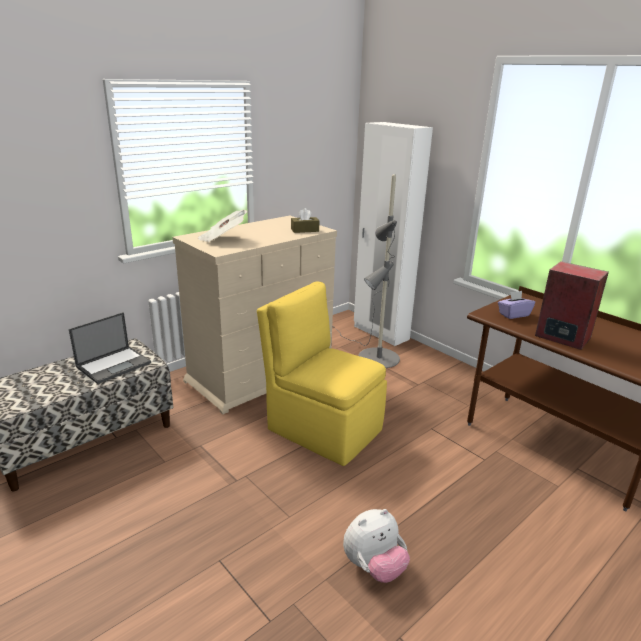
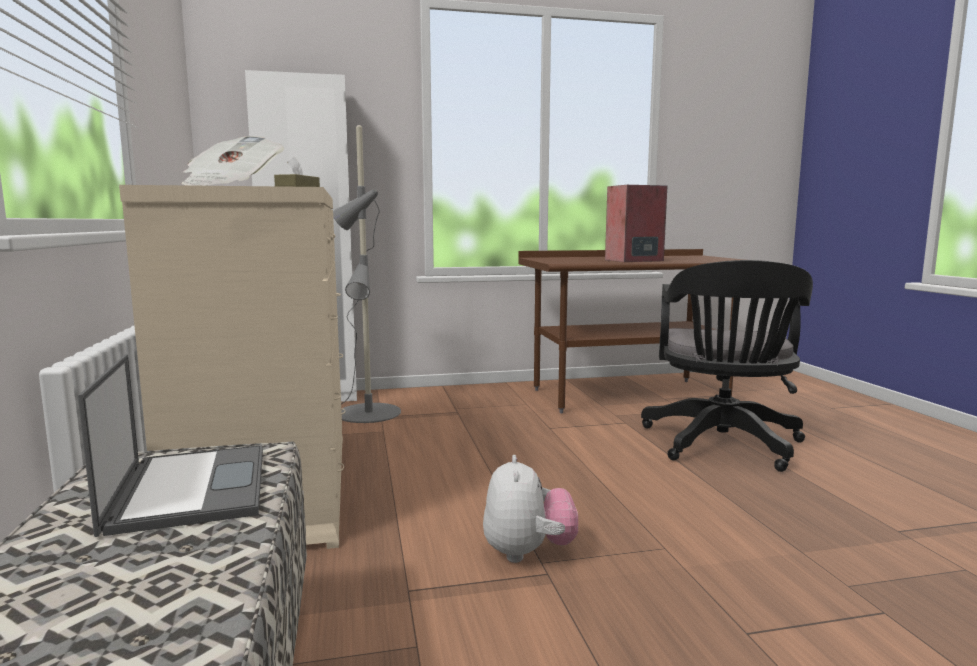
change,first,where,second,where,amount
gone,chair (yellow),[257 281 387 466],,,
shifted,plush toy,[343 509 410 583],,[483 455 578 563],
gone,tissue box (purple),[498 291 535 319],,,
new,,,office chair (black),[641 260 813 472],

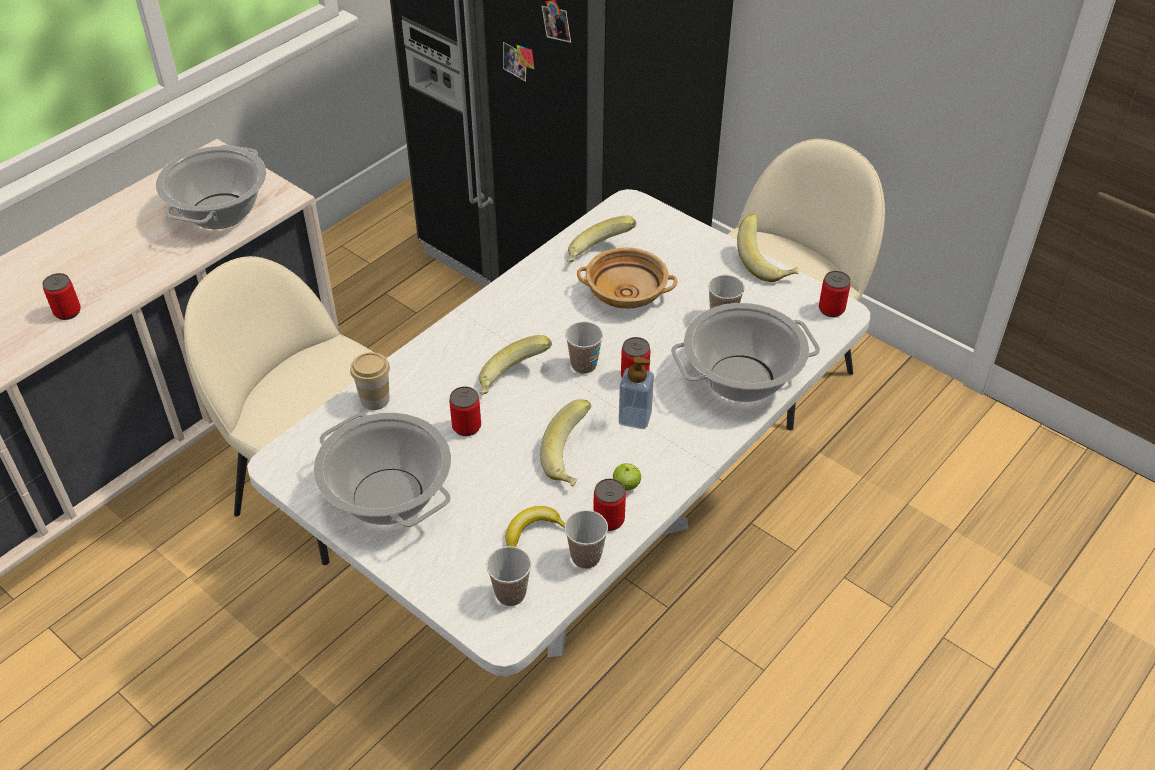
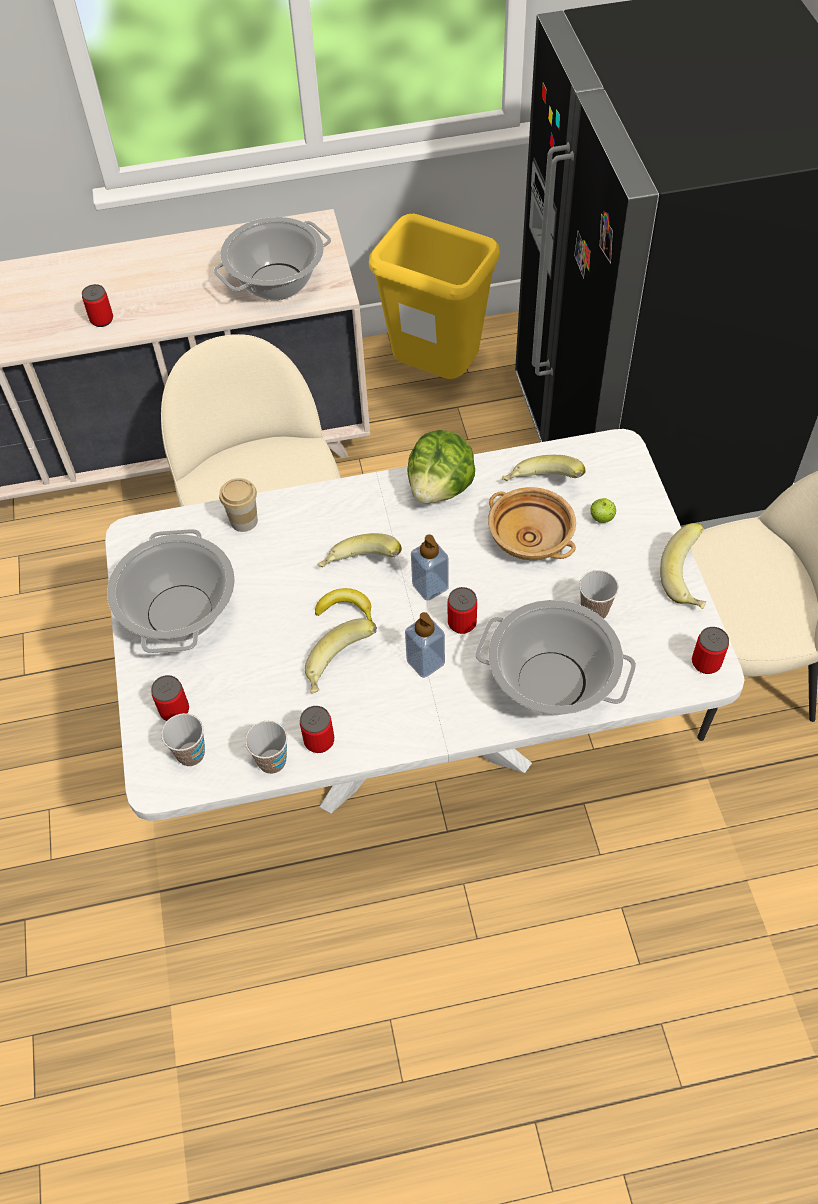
change,first,where,second,where,amount
shifted,can,[449 386 481 436],,[151 675 189 721],
shifted,banana,[505 506 565 547],,[315 588 372 621],
swapped,cup,[565 322 603 374],soap dispenser,[411 534 449 601],
shifted,apple,[613 463 641 491],,[590 498 616 523],
new,,,trash can (yellow),[369 214 500 379],
new,,,lettuce,[408 430 475 504],

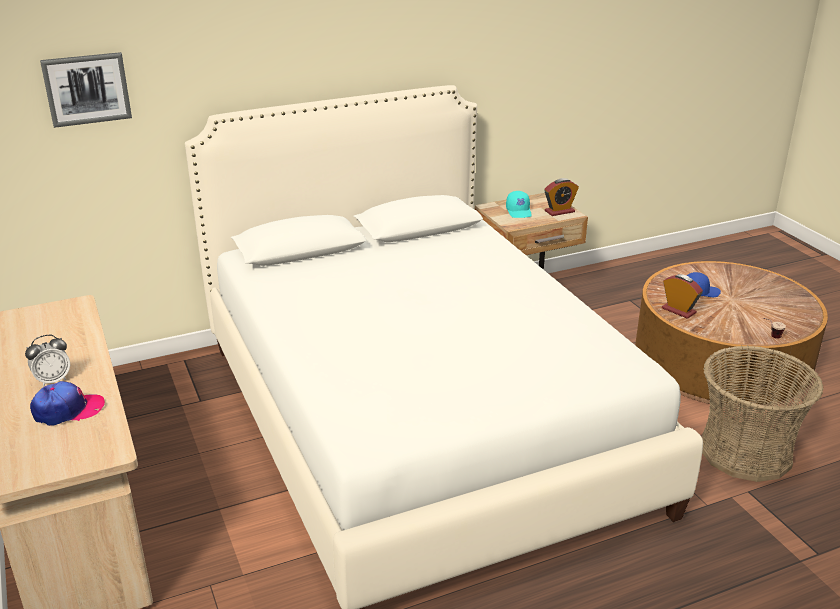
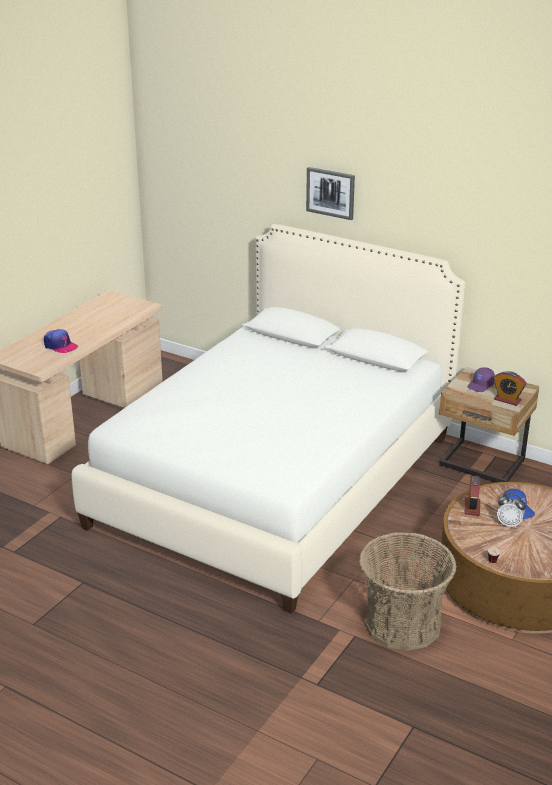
change,first,where,second,where,amount
shifted,alarm clock,[25 335 70 387],,[497 494 526 528],
shifted,picture,[40 52 132 128],,[306 167 355 220],
repainted,cap (turquoise),[506 191 532 218],cap (purple),[467 367 495 392],

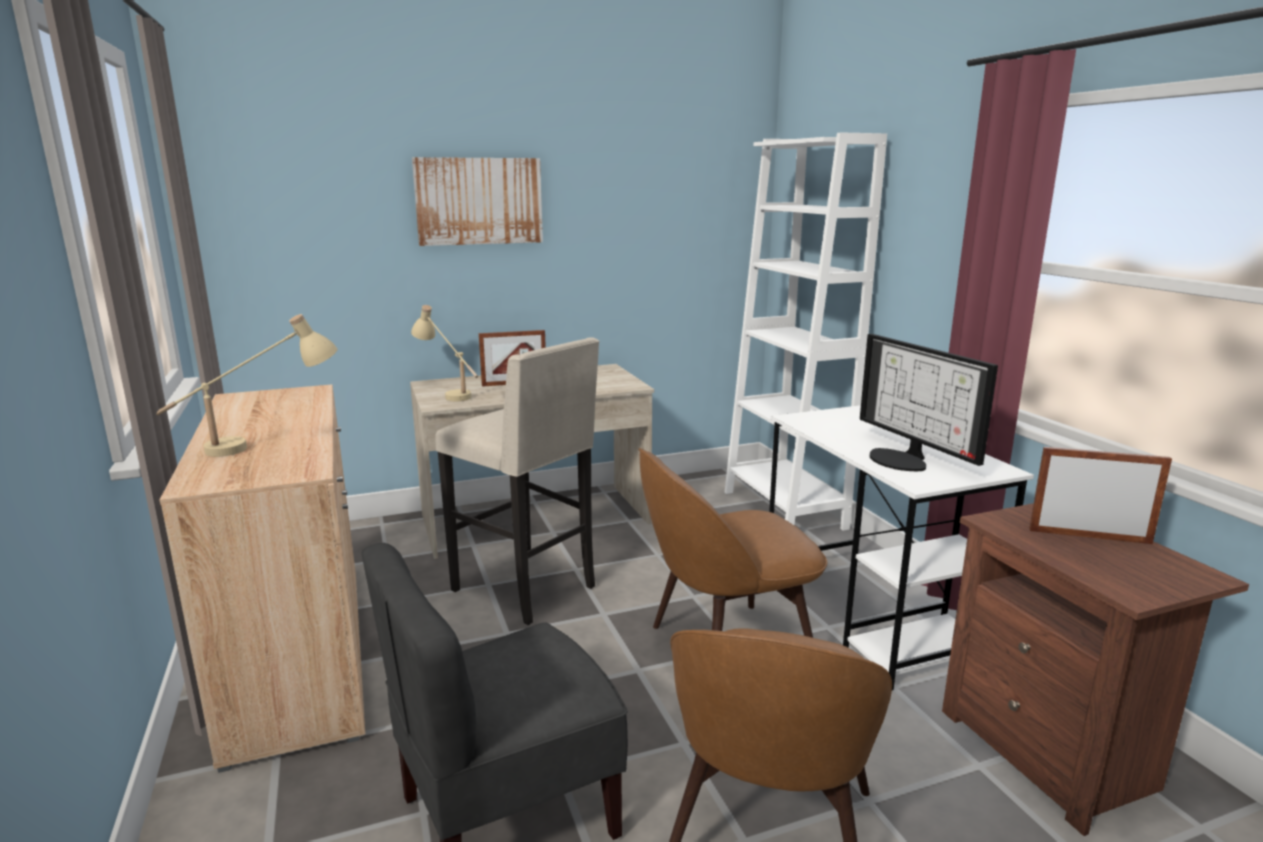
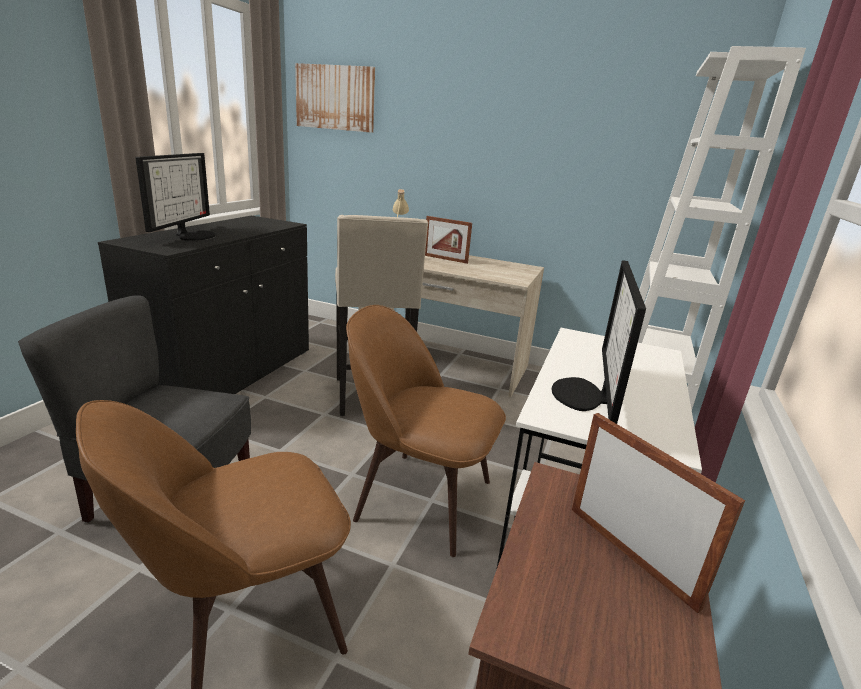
change,first,where,second,where,amount
swapped,table lamp (beige),[156 314 338 457],monitor,[135 153 216 240],
repainted,cabinet (beige),[159 384 365 773],cabinet (black),[98 216 309 394],
shifted,picture,[412 157 543 246],,[295 63 375 133],

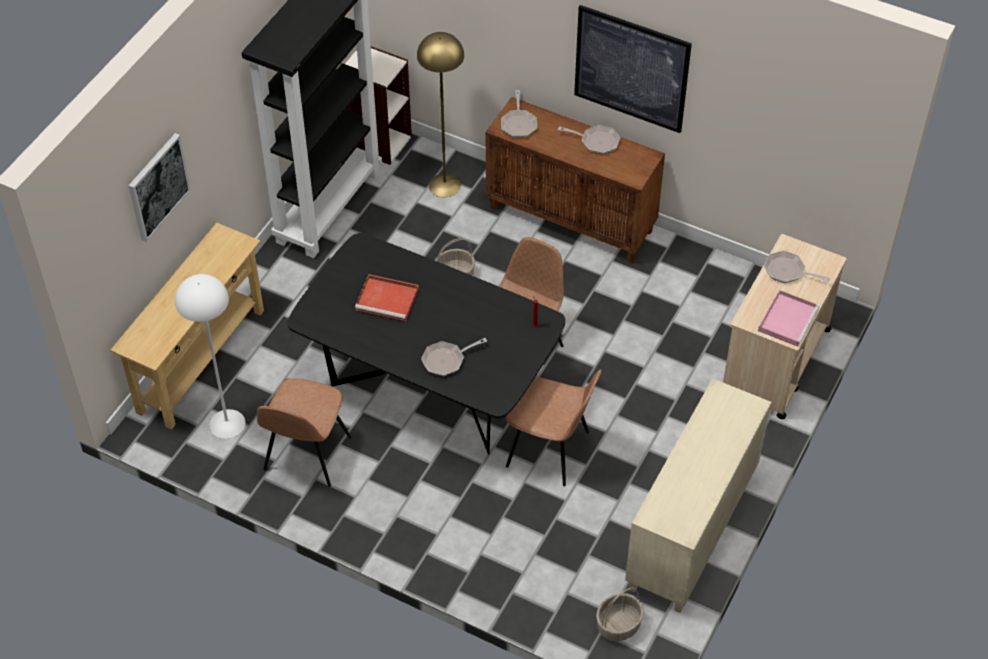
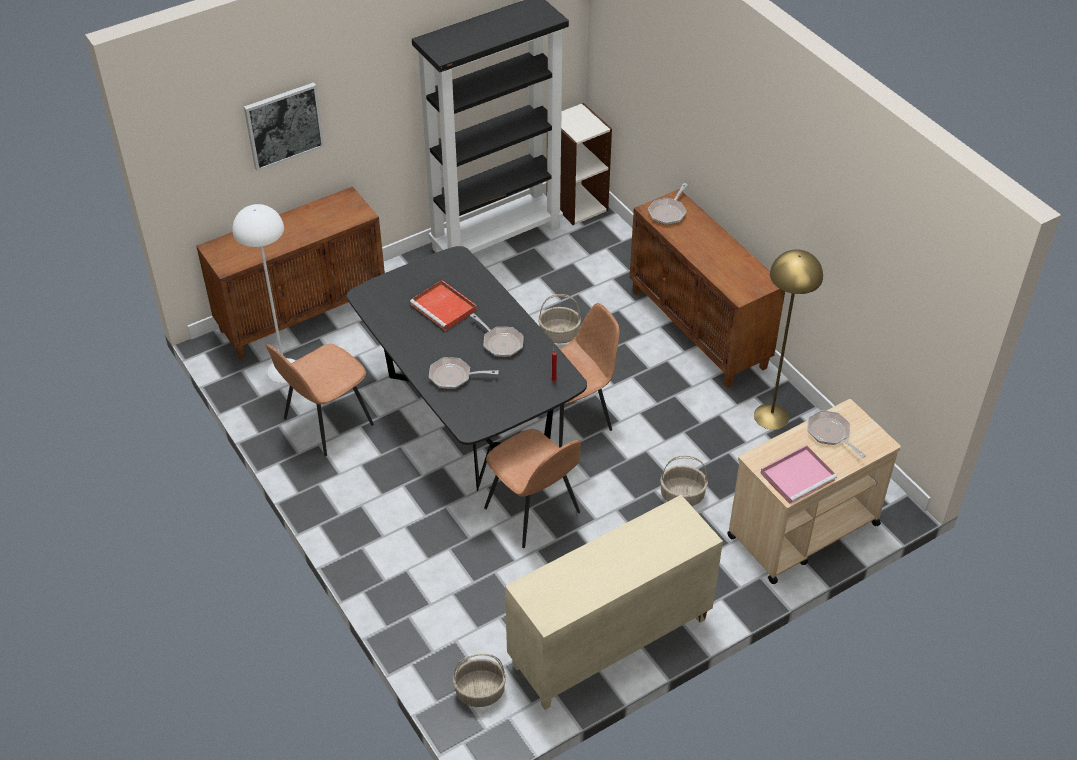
change,first,where,second,where,amount
swapped,console table (beige),[110 223 264 430],cabinet (brown),[196 186 385 359],
shifted,floor lamp (yellow),[417 32 464 197],,[754 249 823 430],
shifted,frying pan,[558 125 620 154],,[470 313 523 357],
gone,picture,[574 5 692 133],,,
new,,,basket,[660 456 708 506],

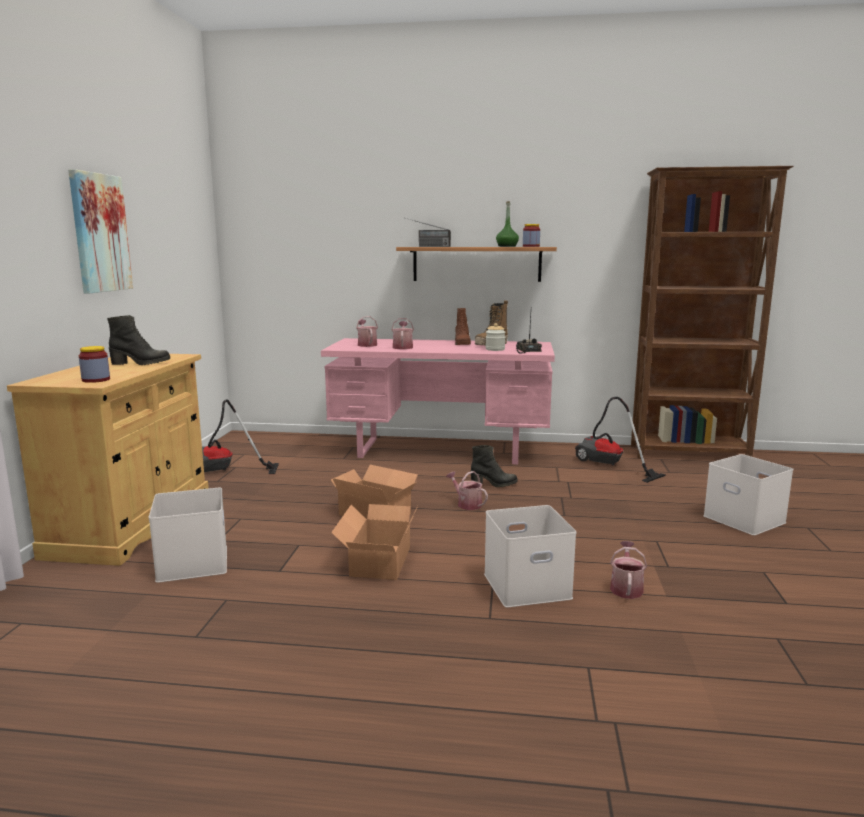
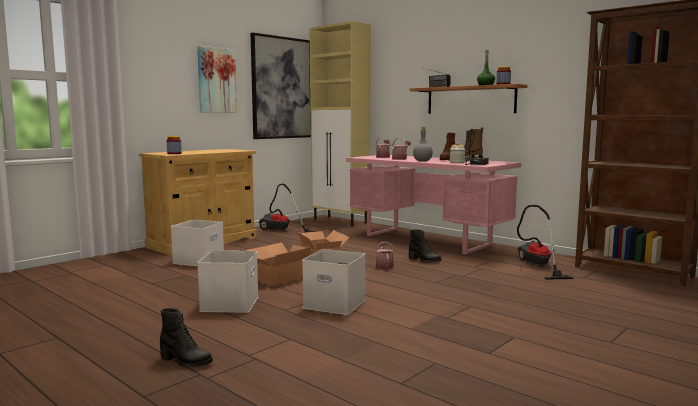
change,first,where,second,where,amount
shifted,boot (black),[107 315 170 365],,[160 308 213 368],
gone,watering can,[610 541 647 599],,,
shifted,storage box (white),[703 454 793 535],,[197 250 259 313],
new,,,picture,[251 33 311 139],
new,,,cabinet (beige),[309 21 371 226],
new,,,bottle (grey),[413 127 433 162],

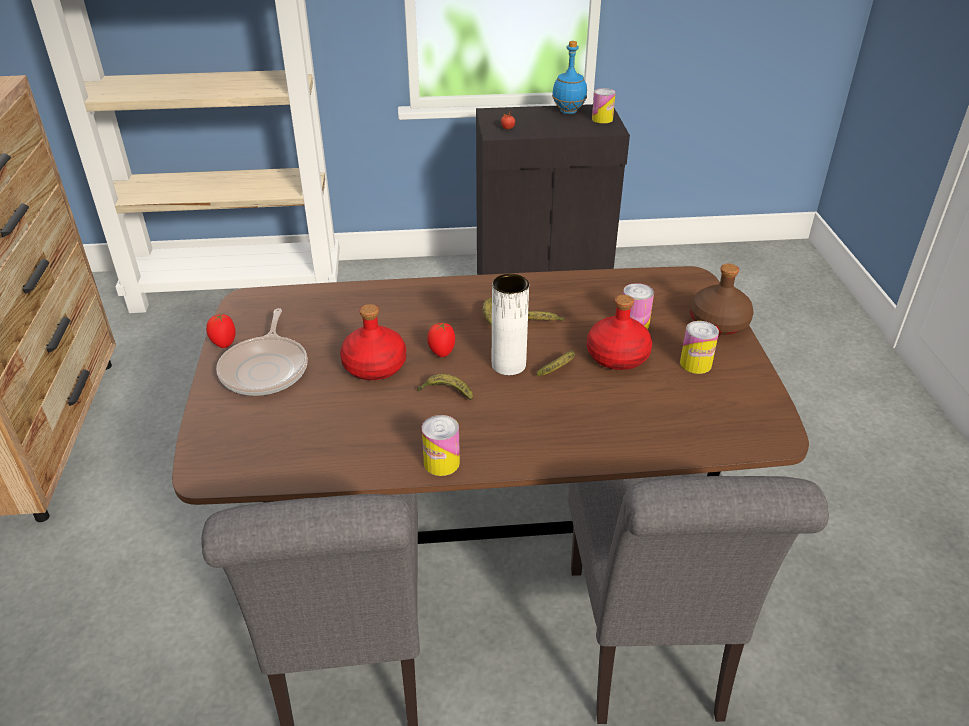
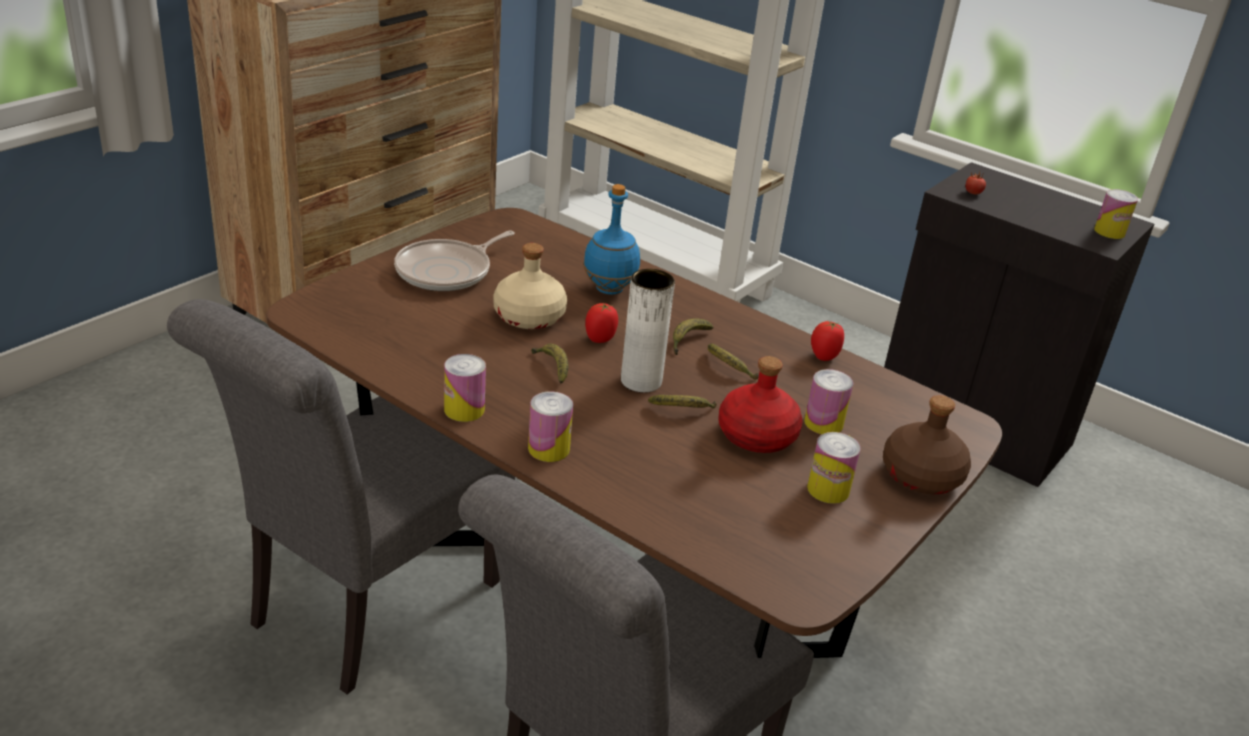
change,first,where,second,where,amount
shifted,tomato,[206 313 236 348],,[811 321 844 361],
repainted,bottle (red),[340 304 406 380],bottle (beige),[493 243 567 329],
shifted,bottle (blue),[552 41 587 114],,[583 184 640 295],
new,,,can,[528 391 573 462],

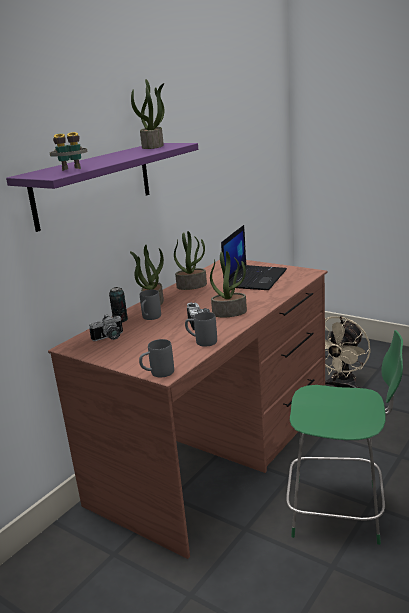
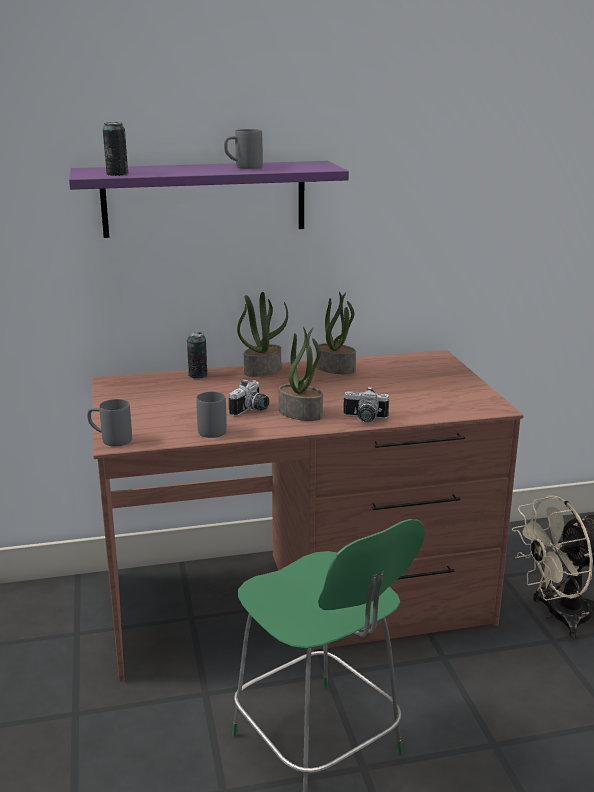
change,first,where,second,where,amount
swapped,binoculars,[49 132 87 171],can,[103 122 128 176],
shifted,photo camera,[89 315 123 341],,[343 386 389 422],
gone,potted plant,[131 79 164 149],,,
shifted,mug (grey),[140 290 161 320],,[224 129 263 169],
gone,laptop,[221 225 287 290],,,

